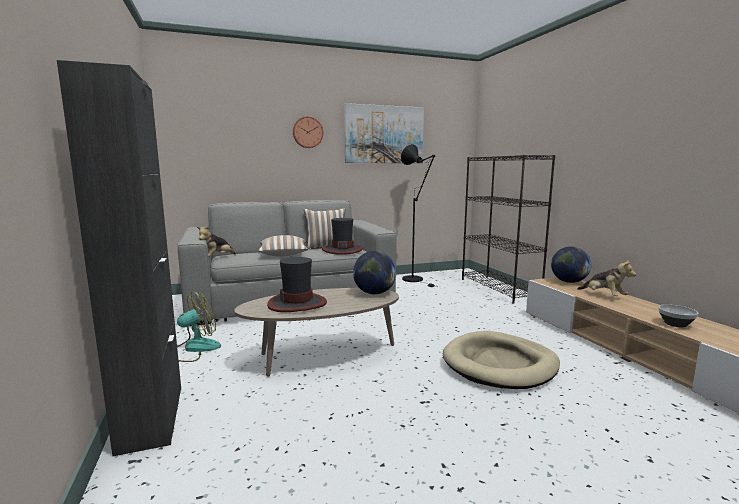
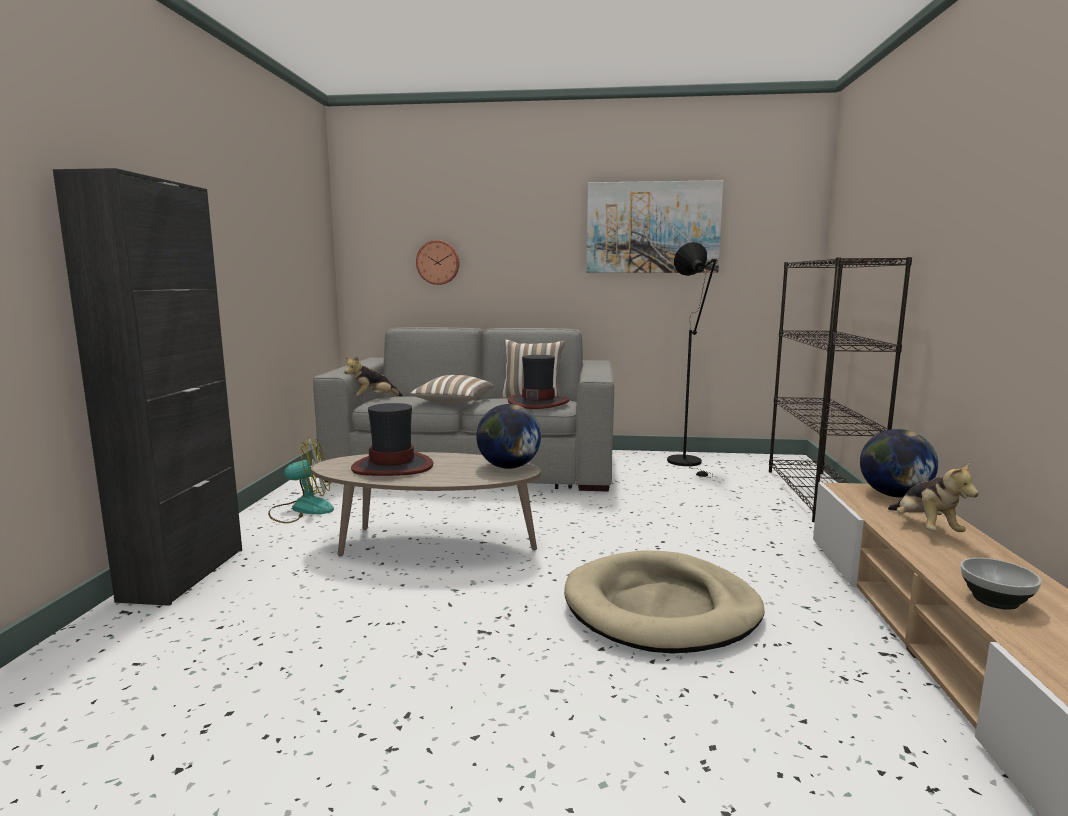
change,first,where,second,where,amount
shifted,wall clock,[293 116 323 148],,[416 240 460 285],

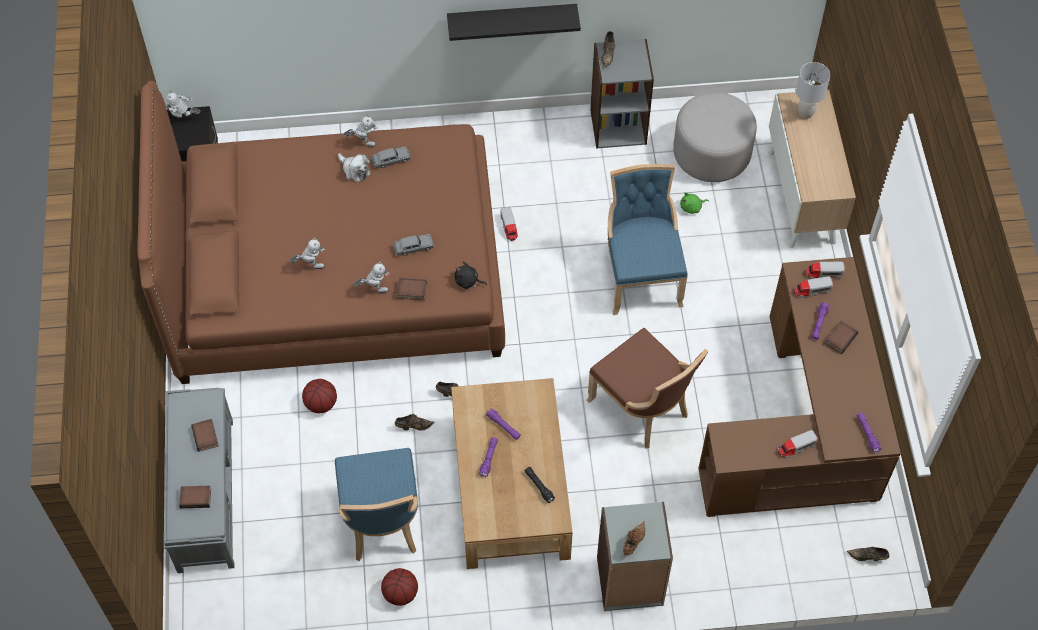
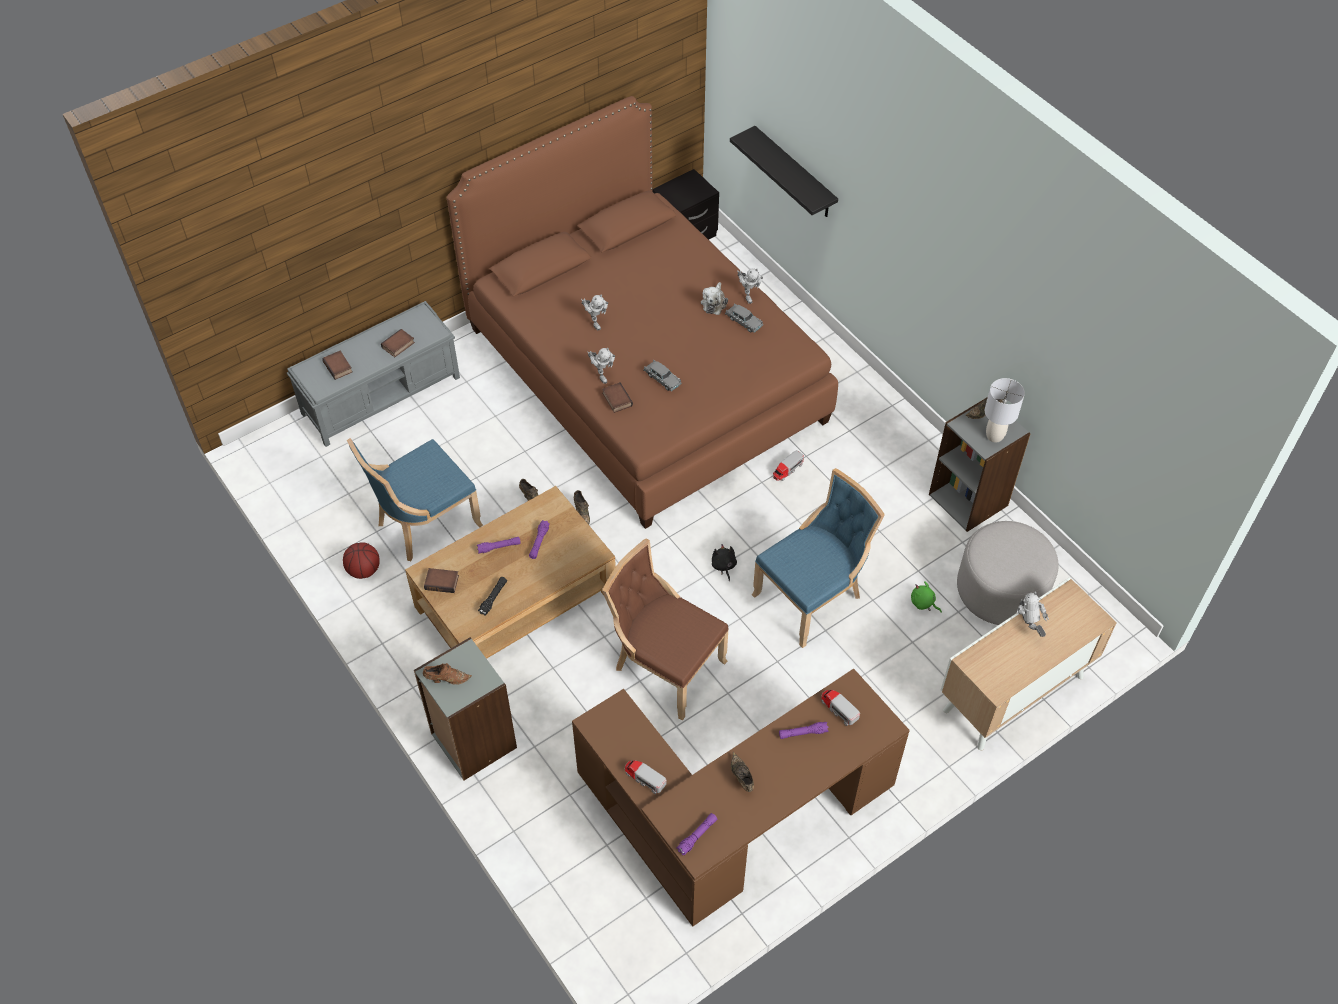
change,first,where,second,where,amount
shifted,toy robot,[165 90 200 118],,[1017 591 1049 637],
gone,basketball,[302 379 337 413],,,
shifted,shelf (black),[447 4 581 41],,[730 126 838 217],
shifted,plush toy (black),[454 262 487 289],,[712 544 737 582],
rotated,chair (brown),[586 328 708 448],,[602 538 729 721],105 degrees clockwise
shifted,table lamp (grey),[796 62 830 119],,[985 378 1025 442],
gone,toy truck,[805 262 845 279],,,
shifted,book,[825 321 858 354],,[424 568 459 593],
shifted,shoe (brown),[847 547 889 561],,[731 752 754 792],

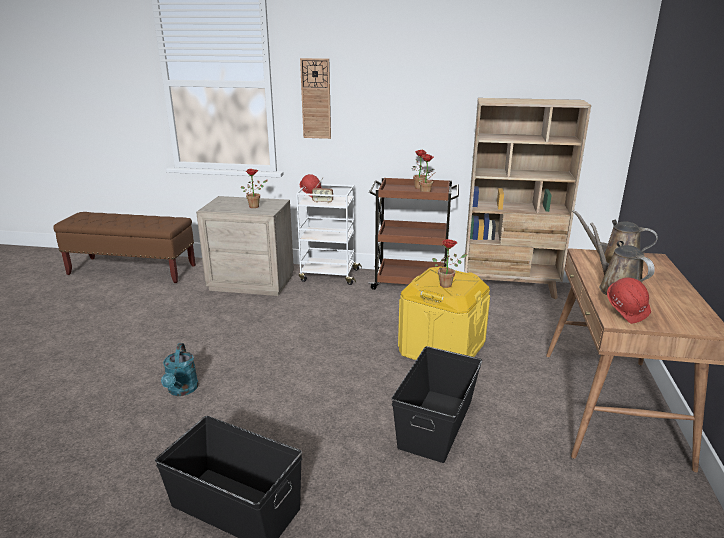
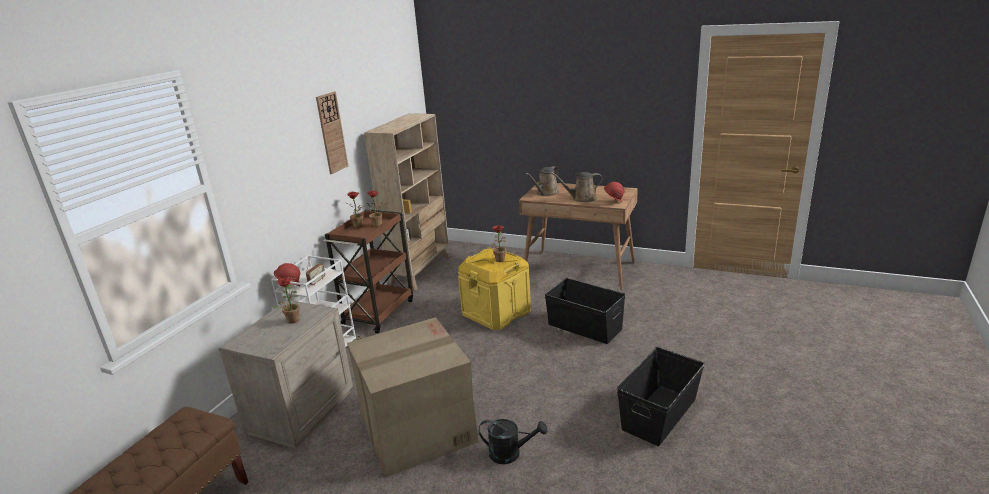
change,first,where,second,where,amount
repainted,watering can (turquoise),[161 343 199 396],watering can (black),[479 419 547 464],
shifted,wall clock,[300 58 331 139],,[316 92 348 174],
new,,,cardboard box,[347 317 479 477],

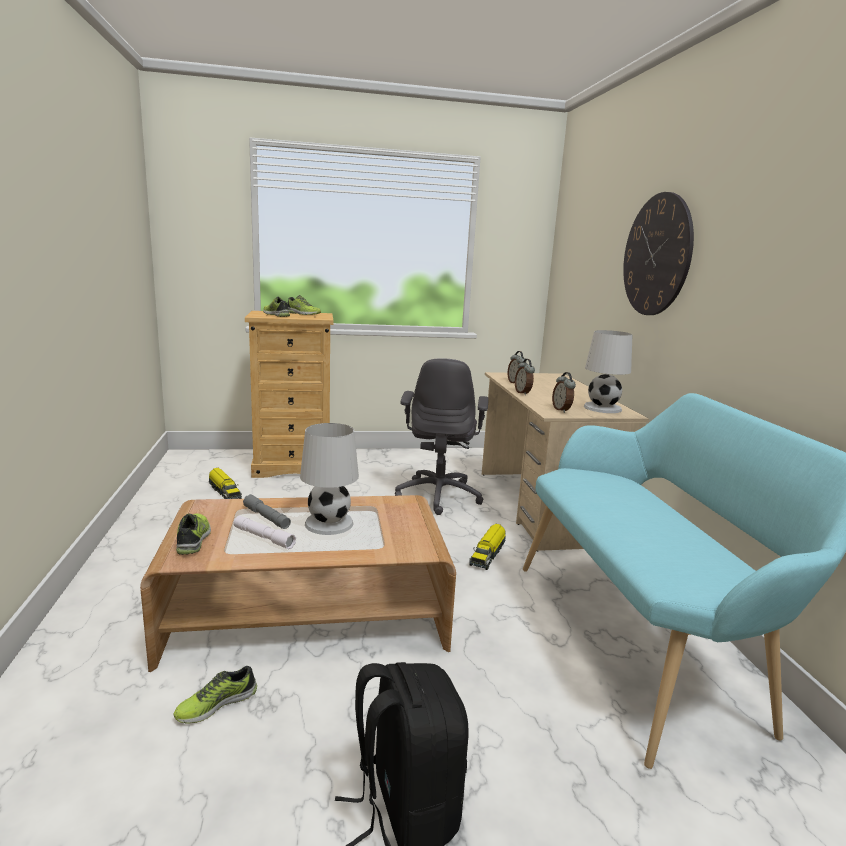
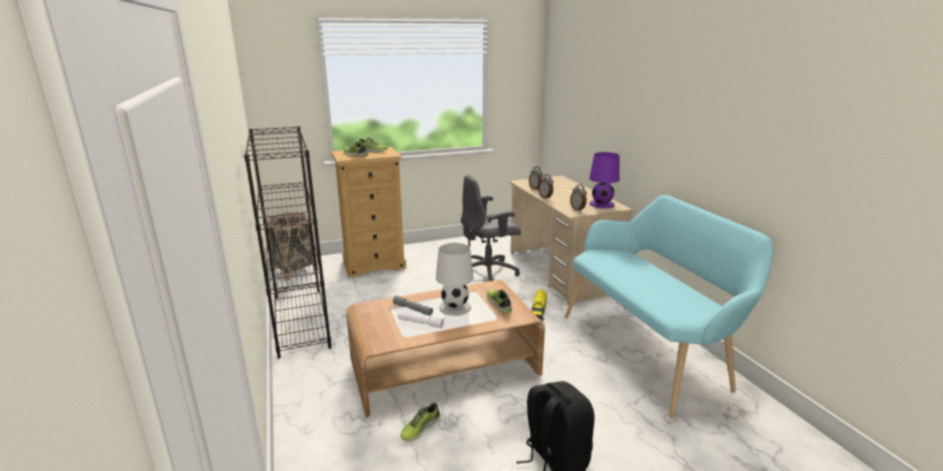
change,first,where,second,where,amount
shifted,shoe,[176 513 211 555],,[487 289 512 313],
gone,toy truck,[209 468 242 499],,,
rotated,office chair (grey),[395 358 489 515],,[461 175 521 281],75 degrees clockwise
repainted,table lamp (white),[584 330 632 413],table lamp (purple),[589 152 620 208],
gone,wall clock,[623 192 694 315],,,
new,,,bookcase (black),[244 126 331 359],
new,,,basket,[267 212 318 281],

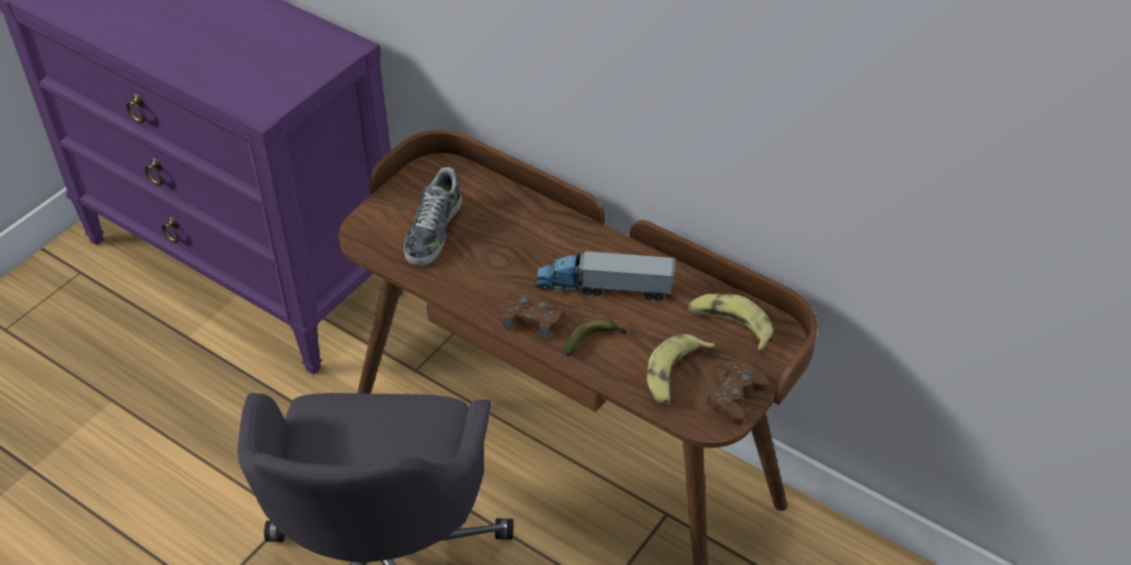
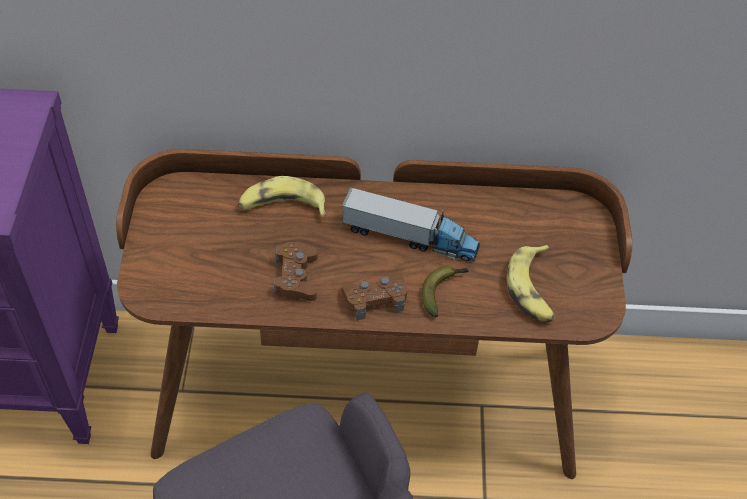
change,first,where,second,where,amount
gone,shoe,[404 167 462 266],,,
rotated,toy truck,[535 248 676 301],,[342 187 480 261],135 degrees counterclockwise
shifted,banana,[688 293 773 352],,[238 176 327 218],
shifted,game controller (brown),[705 361 767 425],,[274 242 318 301],

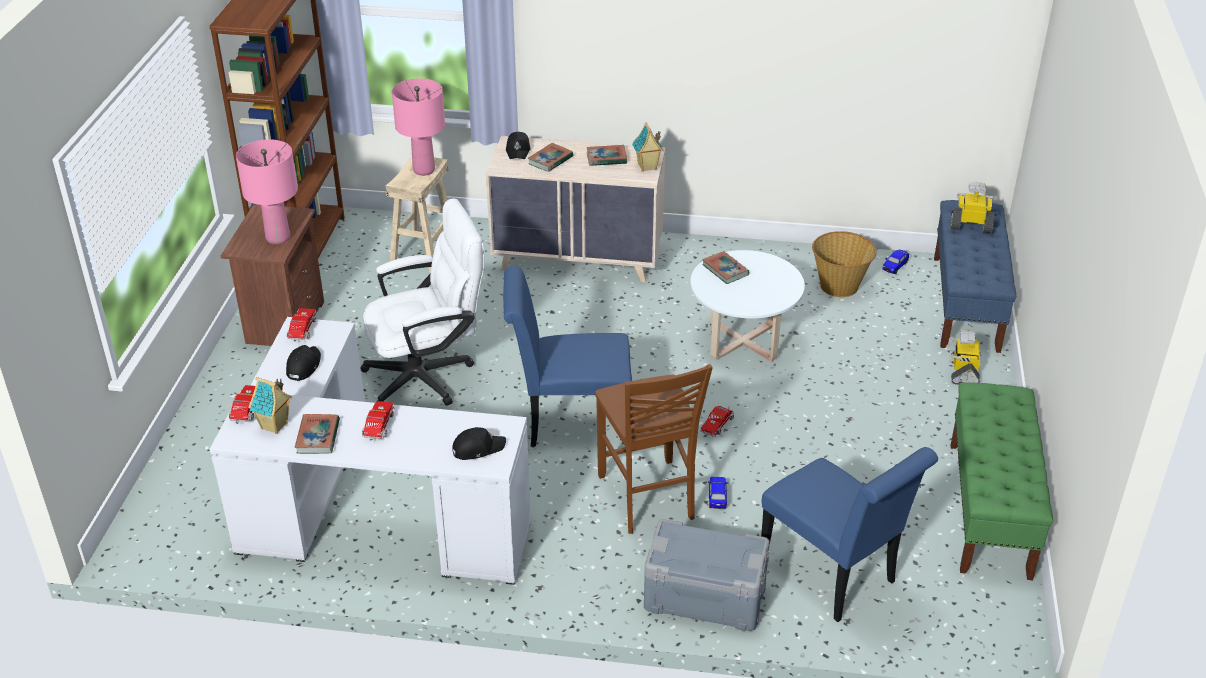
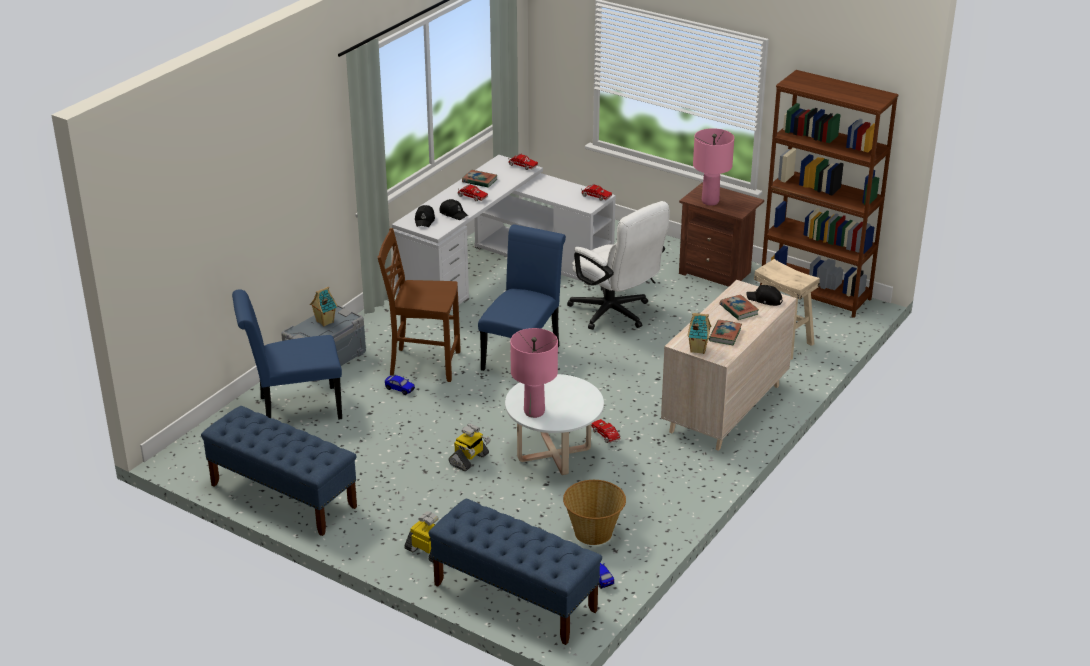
change,first,where,second,where,amount
shifted,toy house,[249 377 292 434],,[310 287 338 327],
shifted,cap (black),[286 345 321 381],,[440 199 468 220],
rotated,office chair (white),[360 199 484 406],,[567 201 670 330],45 degrees counterclockwise
shifted,table lamp (pink),[392 78 445 176],,[510 328 558 418],
shifted,toy truck,[700 406 734 437],,[591 419 621 443],
gone,book,[702 251 750 284],,,
shifted,toy robot,[950 181 995 233],,[449 424 491 471],
repainted,bench (green),[950 382 1053 580],bench (blue),[201 406 357 536],

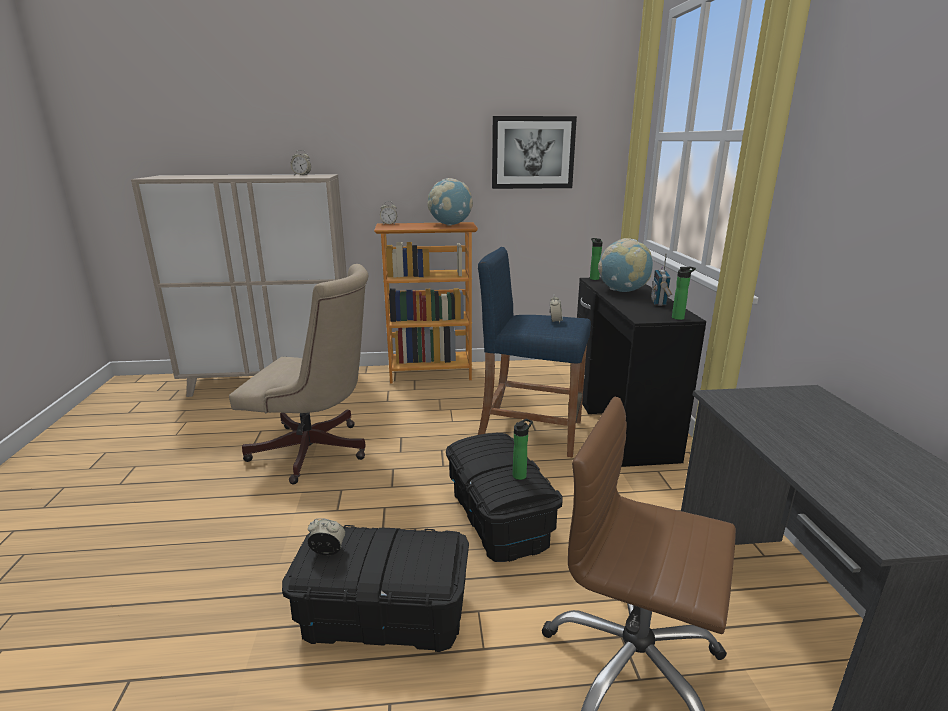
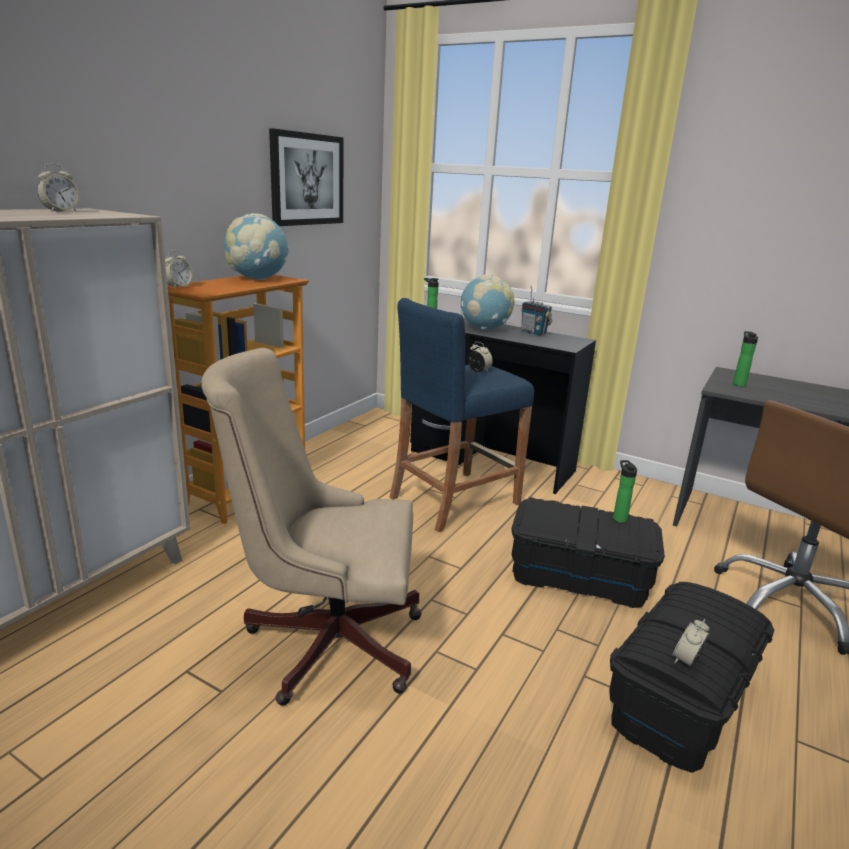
change,first,where,second,where,amount
rotated,office chair (beige),[229 264 368 484],,[201 348 422 706],135 degrees counterclockwise
shifted,bottle,[672 267 696 320],,[733 331 758 387],

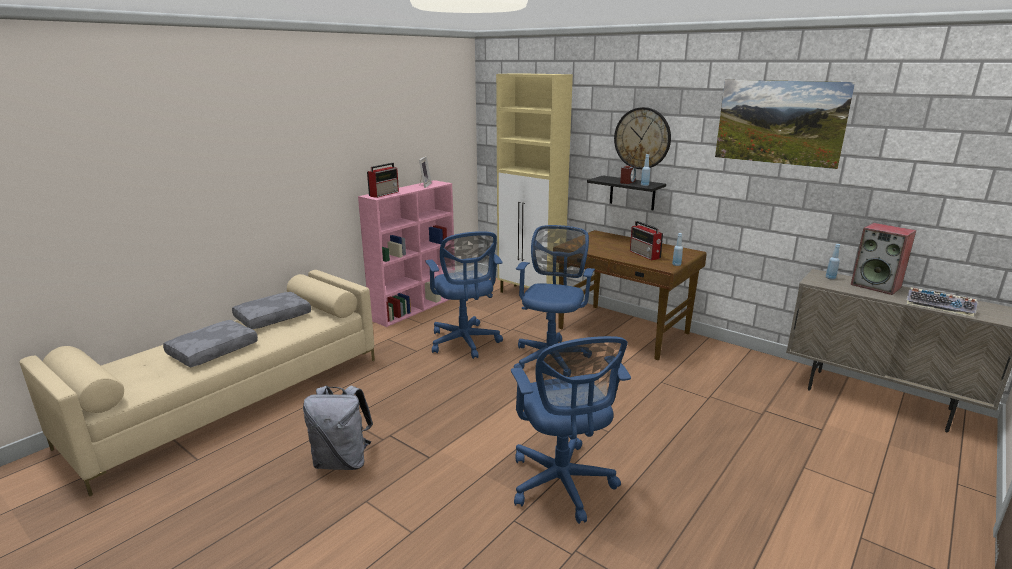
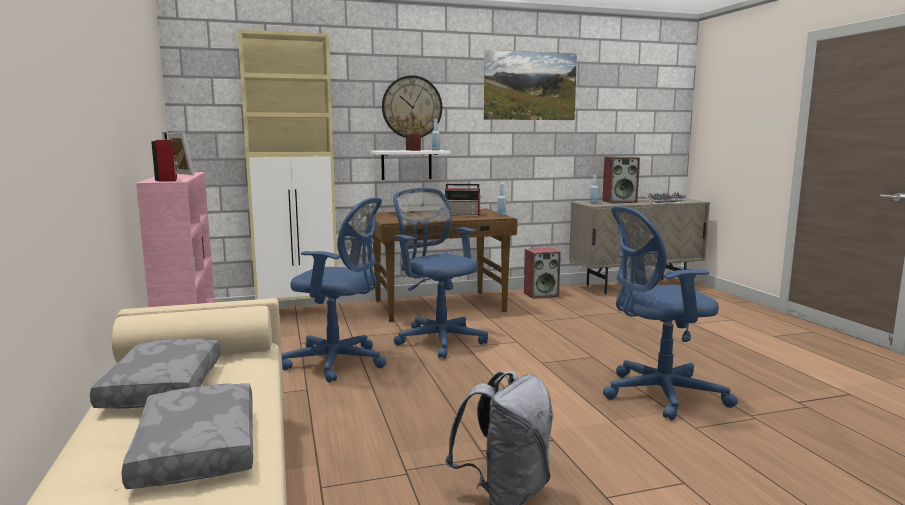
change,first,where,second,where,amount
rotated,office chair (blue),[511 336 631 524],,[603 206 738 420],150 degrees clockwise
repainted,shelf (black),[587 176 666 210],shelf (white),[370 150 450 180],
new,,,speaker,[524 248 561 299],

